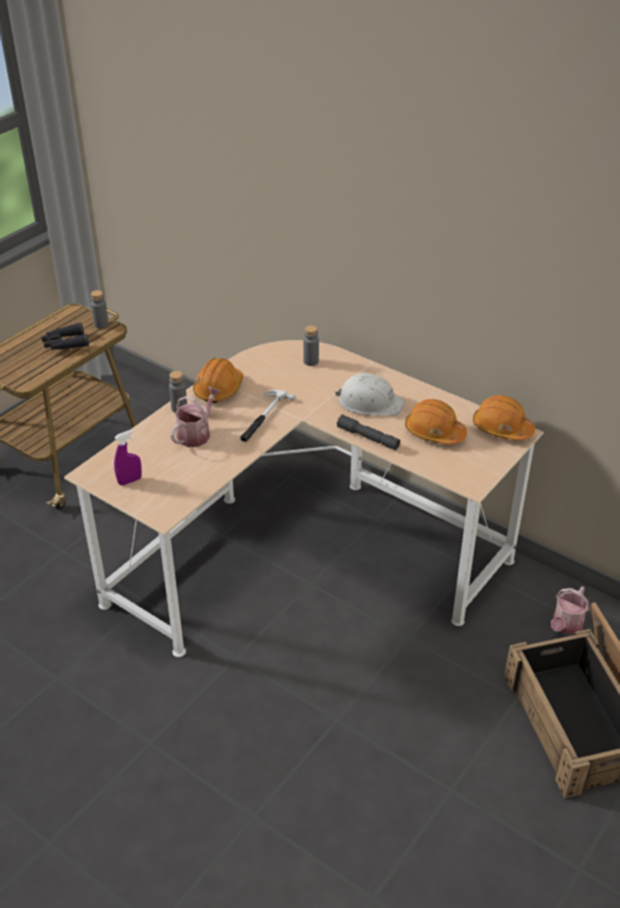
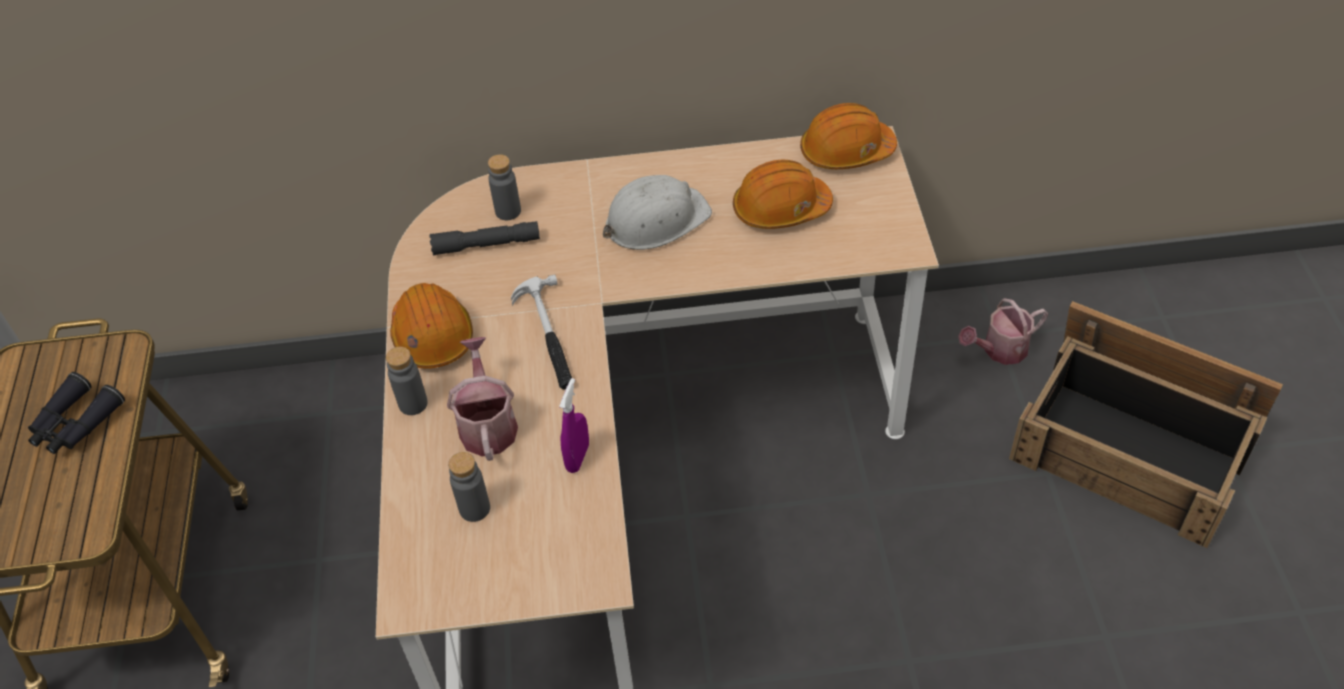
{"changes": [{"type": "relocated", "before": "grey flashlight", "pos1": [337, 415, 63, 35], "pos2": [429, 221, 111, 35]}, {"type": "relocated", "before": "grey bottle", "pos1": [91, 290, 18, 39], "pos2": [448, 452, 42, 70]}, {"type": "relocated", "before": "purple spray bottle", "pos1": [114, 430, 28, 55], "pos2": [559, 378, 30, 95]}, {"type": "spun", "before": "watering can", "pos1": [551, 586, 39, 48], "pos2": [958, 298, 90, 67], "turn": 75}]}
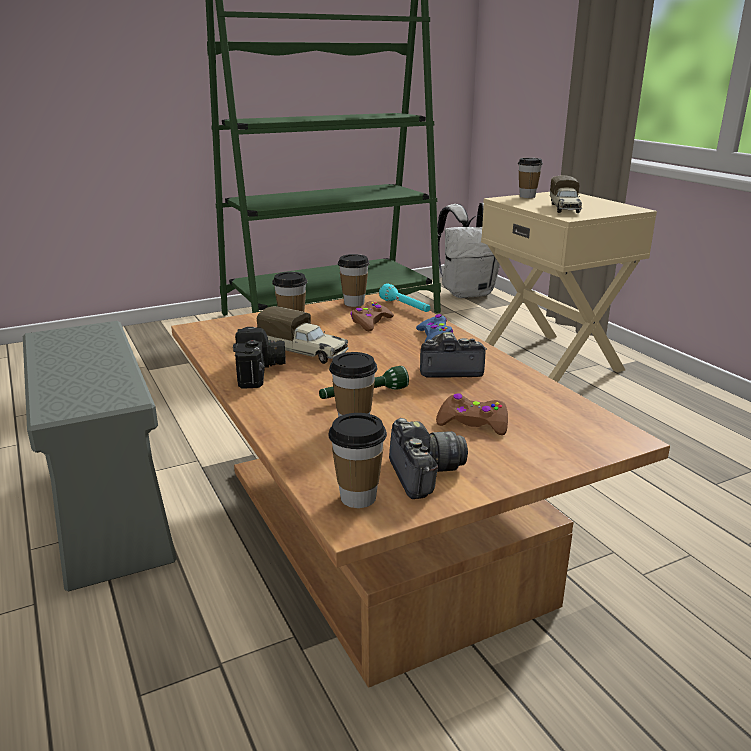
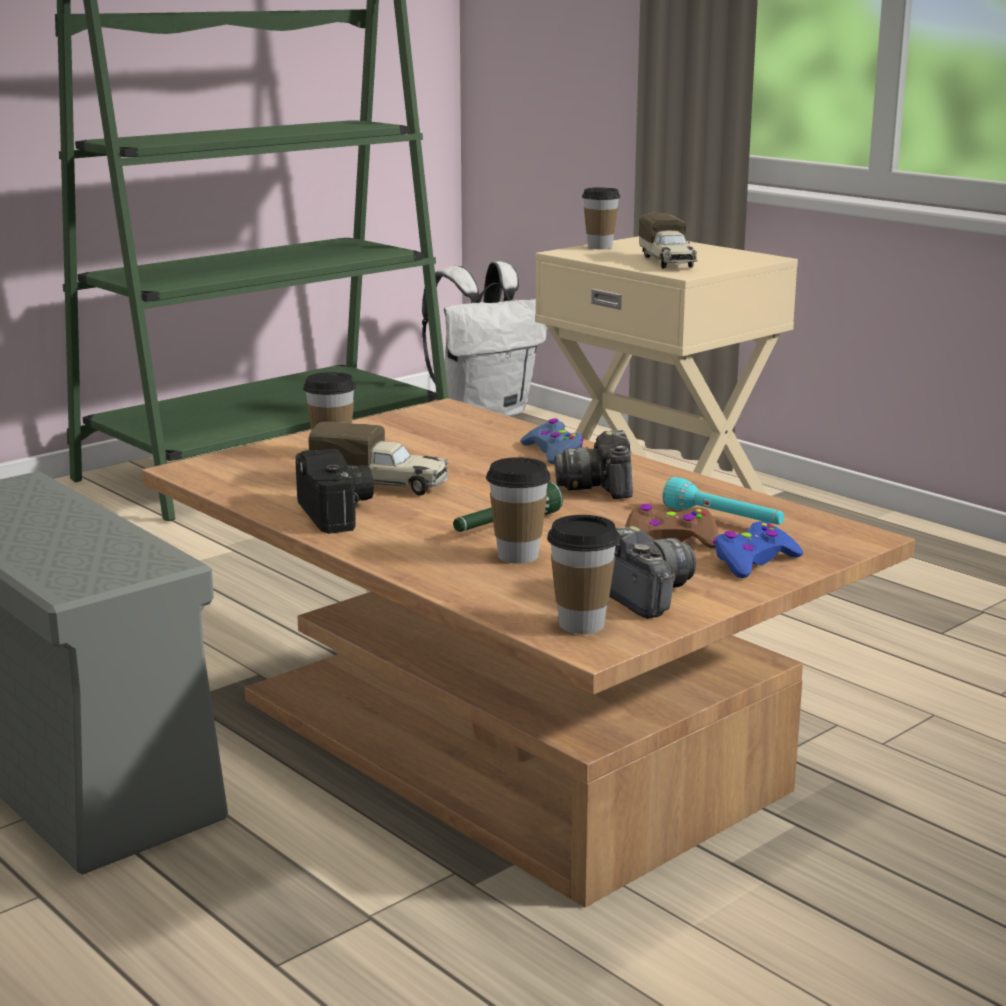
{"changes": [{"type": "spun", "before": "photo camera", "pos1": [420, 332, 67, 46], "pos2": [554, 430, 79, 69], "turn": -75}, {"type": "relocated", "before": "turquoise flashlight", "pos1": [379, 283, 51, 29], "pos2": [662, 477, 122, 48]}, {"type": "appeared", "after": "blue game controller", "pos2": [713, 521, 90, 57]}, {"type": "missing", "before": "cup", "pos1": [338, 254, 32, 53]}, {"type": "missing", "before": "brown game controller", "pos1": [350, 301, 44, 30]}]}
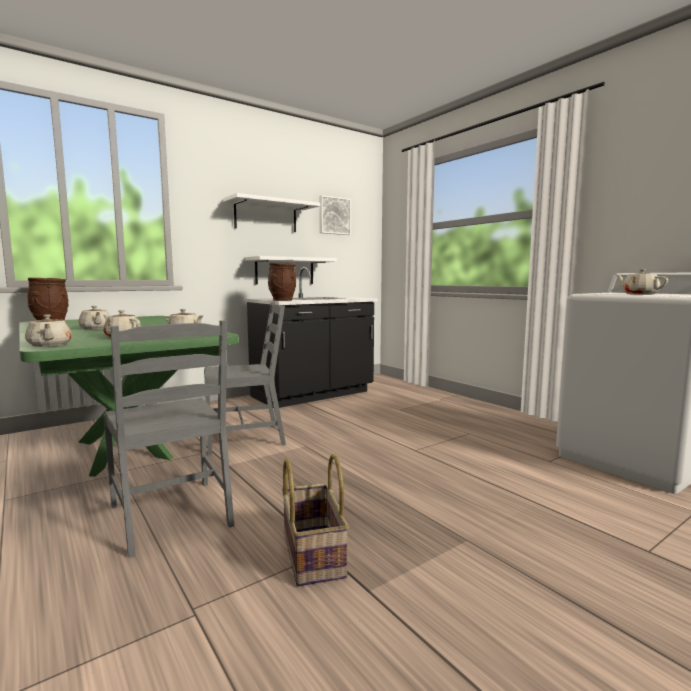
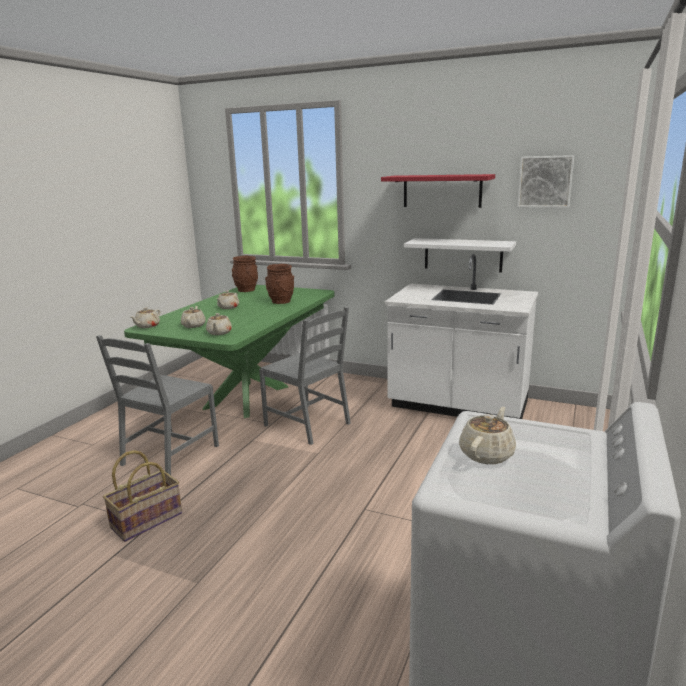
{"changes": [{"type": "relocated", "before": "brown vase", "pos1": [268, 263, 28, 38], "pos2": [265, 264, 29, 40]}, {"type": "colour", "before": "white shelf", "after": "red shelf", "pos1": [223, 193, 97, 39], "pos2": [381, 174, 114, 34]}, {"type": "colour", "before": "black counter", "after": "white counter", "pos1": [246, 267, 132, 141], "pos2": [385, 254, 153, 165]}]}
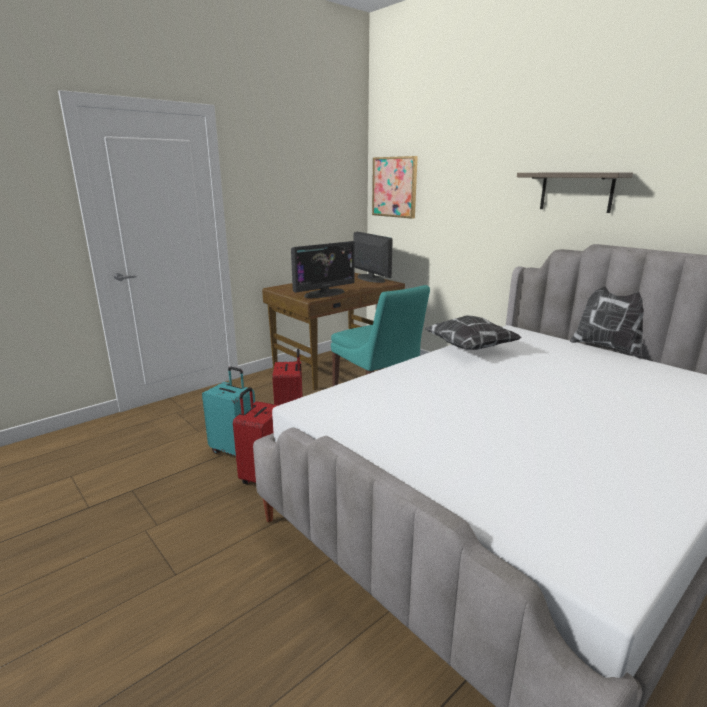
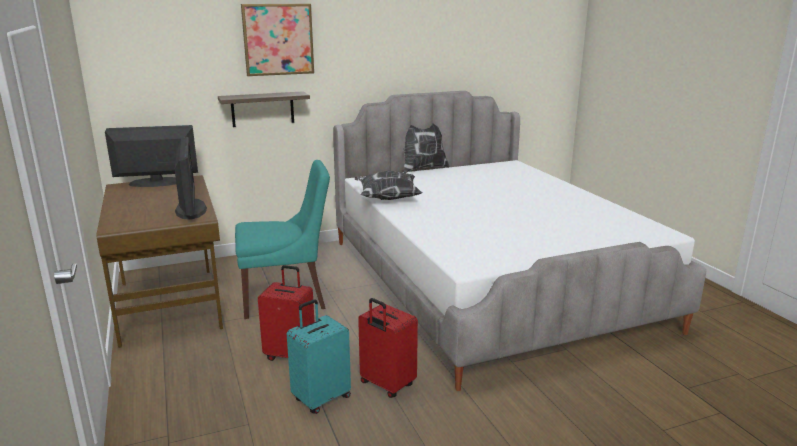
{"changes": [{"type": "relocated", "before": "shelf", "pos1": [517, 172, 116, 41], "pos2": [218, 91, 92, 36]}, {"type": "relocated", "before": "picture", "pos1": [372, 156, 46, 63], "pos2": [241, 4, 73, 72]}]}
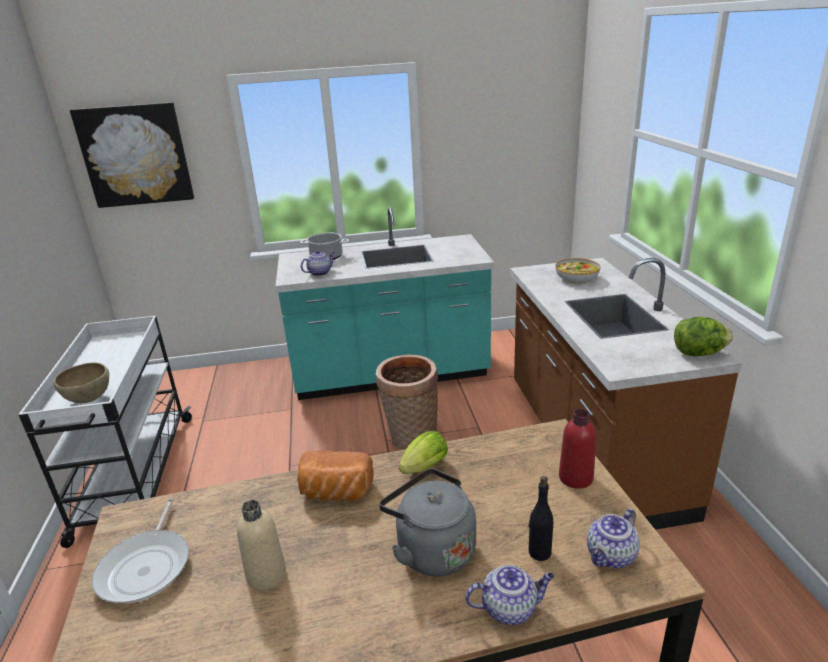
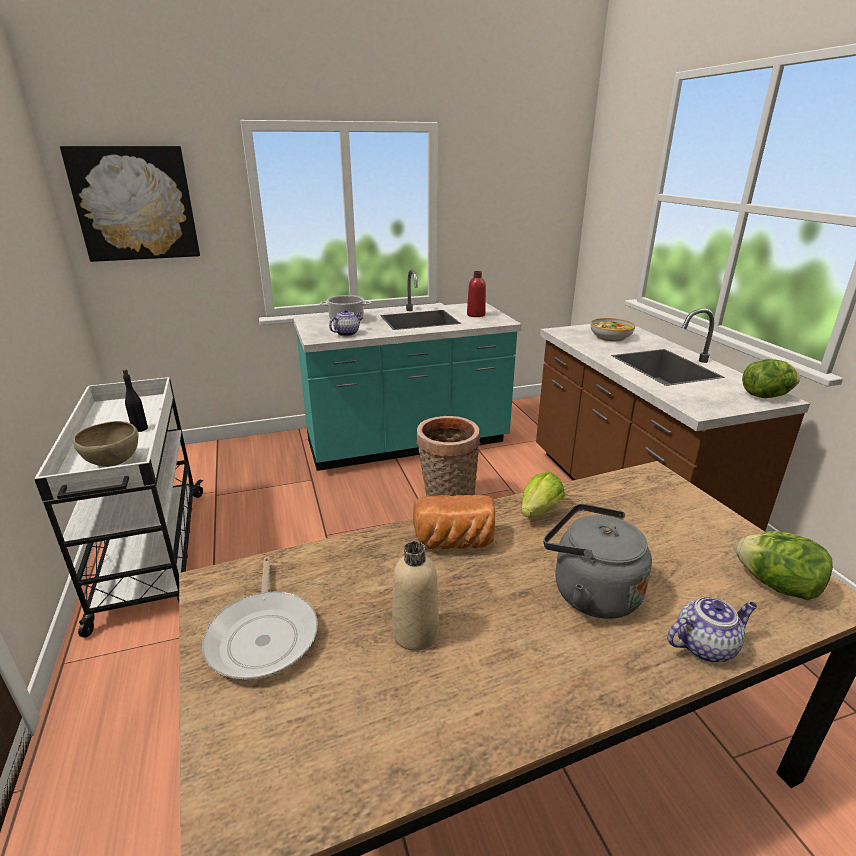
{"changes": [{"type": "relocated", "before": "black bottle", "pos1": [529, 476, 24, 85], "pos2": [123, 370, 25, 62]}, {"type": "relocated", "before": "red bottle", "pos1": [559, 409, 37, 80], "pos2": [467, 271, 19, 46]}, {"type": "exchanged", "before": "teapot", "after": "lettuce", "pos1": [587, 508, 53, 61], "pos2": [736, 531, 97, 69]}]}
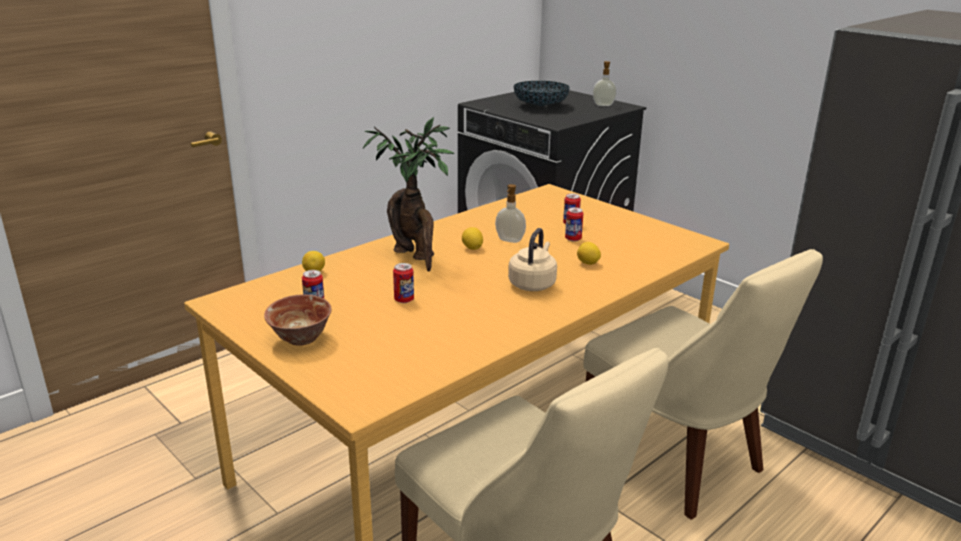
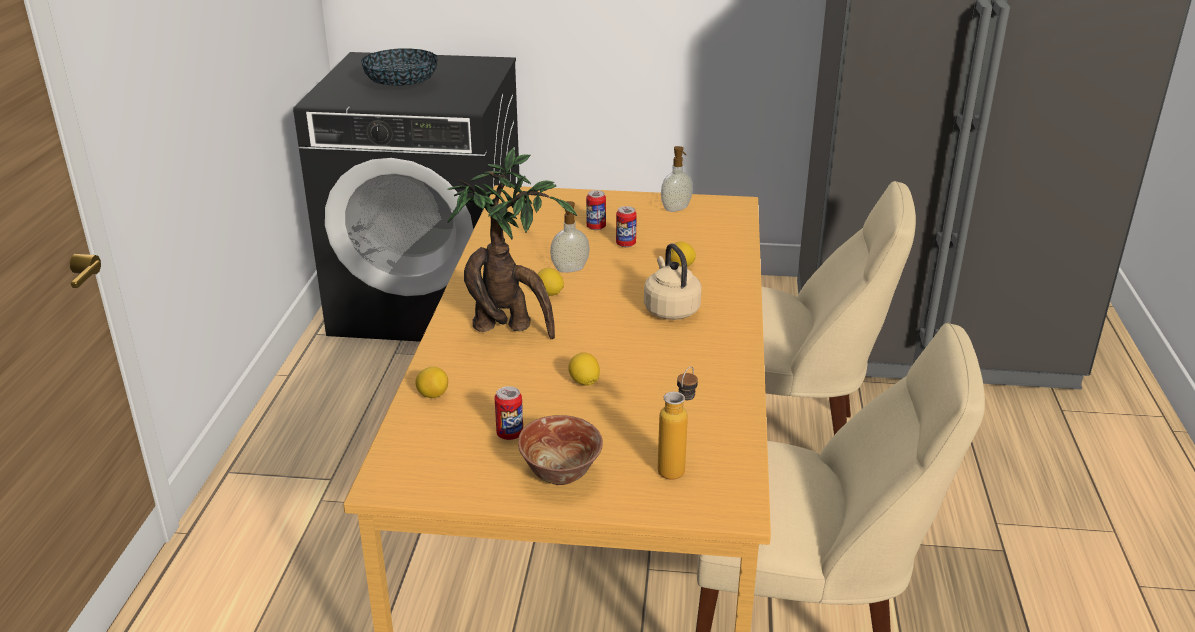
{"changes": [{"type": "exchanged", "before": "can", "after": "lemon", "pos1": [393, 263, 21, 40], "pos2": [568, 352, 32, 33]}, {"type": "appeared", "after": "bottle", "pos2": [658, 366, 40, 114]}, {"type": "relocated", "before": "soap dispenser", "pos1": [593, 61, 24, 45], "pos2": [661, 146, 32, 66]}]}
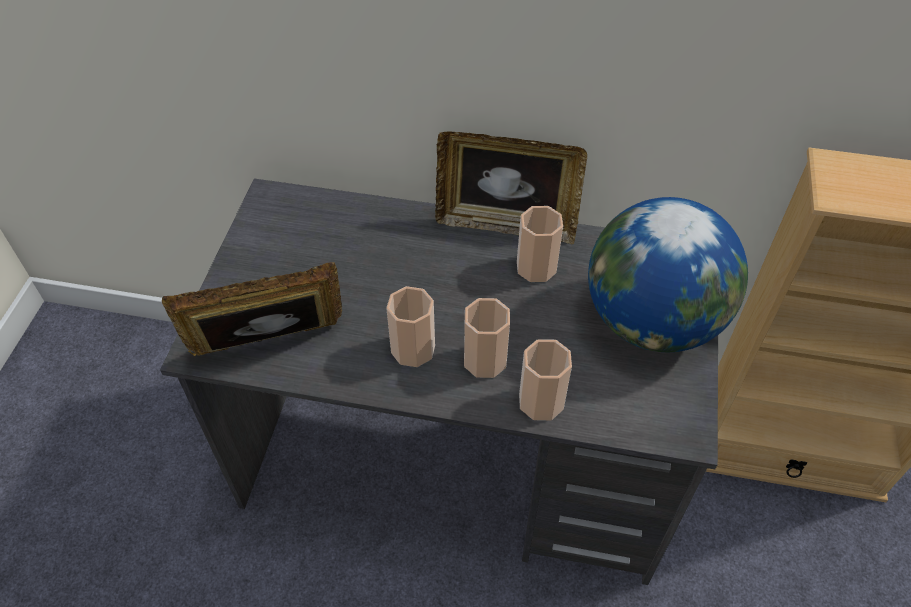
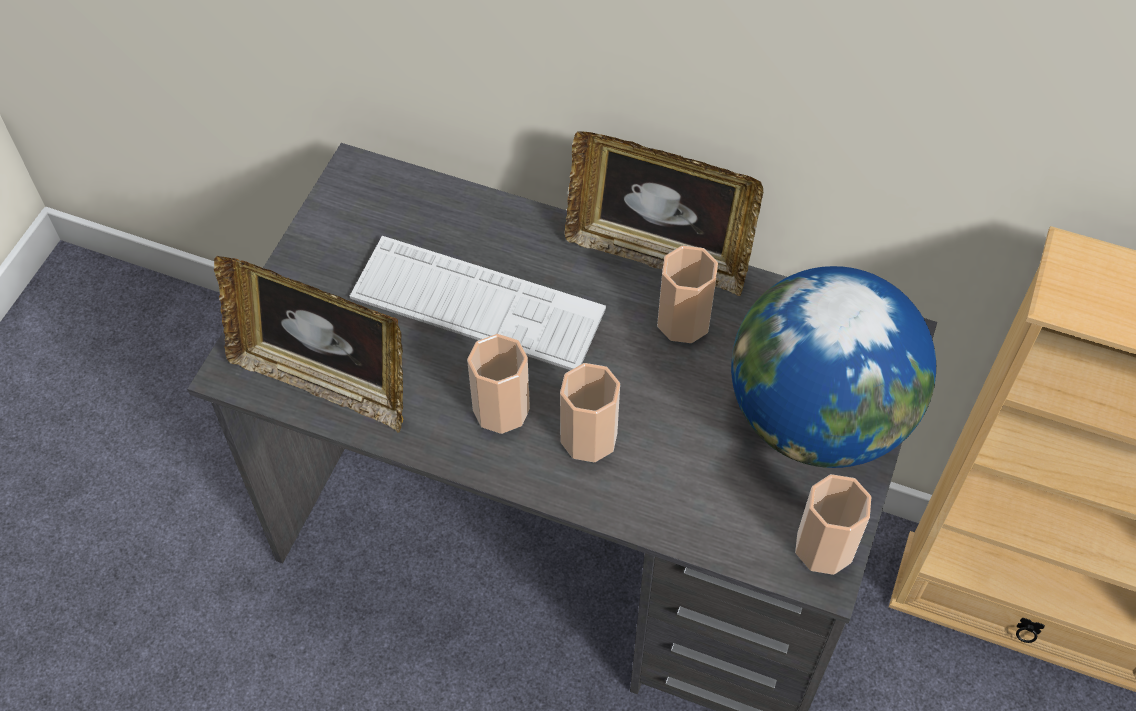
{"changes": [{"type": "spun", "before": "picture frame", "pos1": [162, 262, 180, 94], "pos2": [214, 256, 189, 176], "turn": -150}, {"type": "appeared", "after": "keyboard", "pos2": [350, 236, 256, 134]}, {"type": "relocated", "before": "cup", "pos1": [519, 340, 53, 80], "pos2": [795, 474, 76, 101]}]}
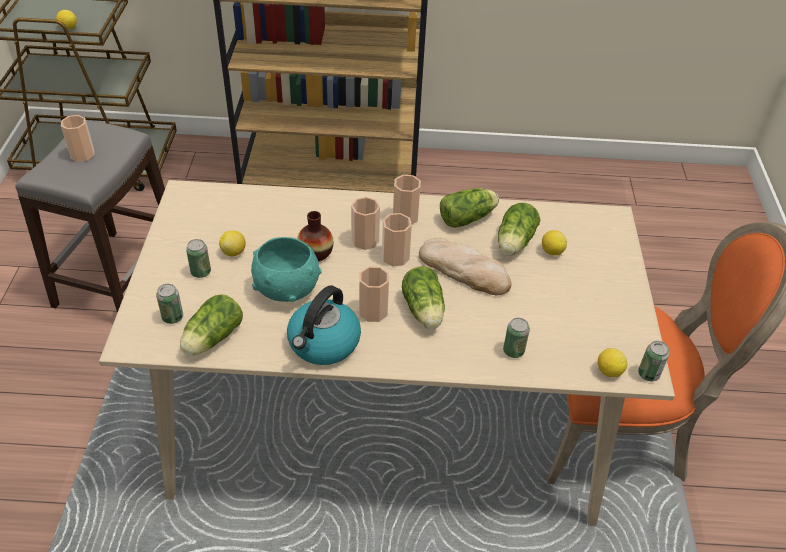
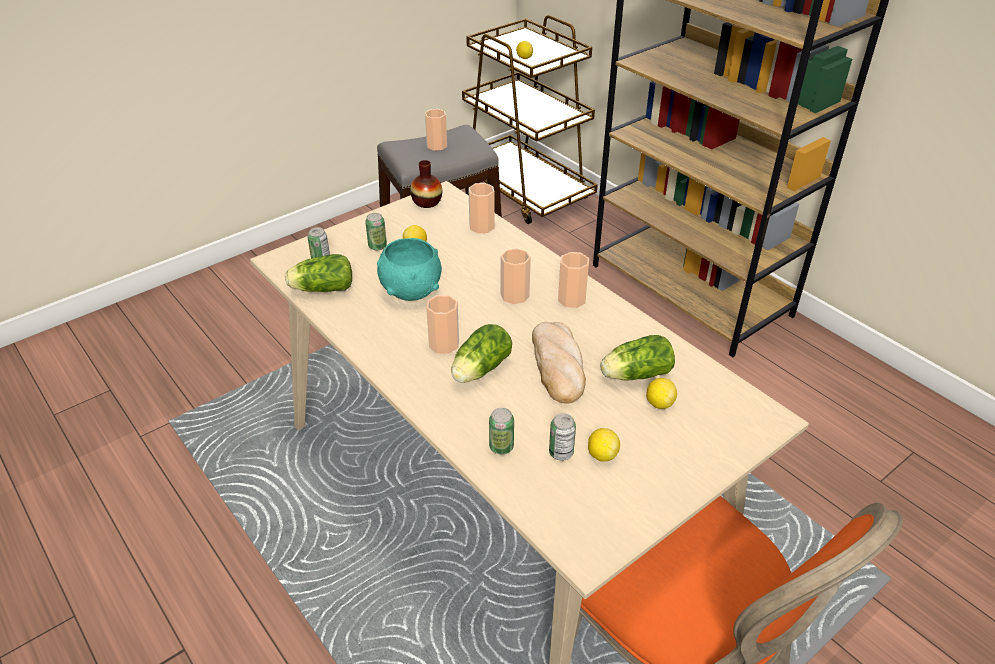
{"changes": [{"type": "relocated", "before": "vase", "pos1": [297, 211, 36, 50], "pos2": [410, 160, 32, 48]}, {"type": "relocated", "before": "cup", "pos1": [382, 213, 30, 53], "pos2": [468, 183, 27, 51]}, {"type": "relocated", "before": "can", "pos1": [638, 341, 32, 41], "pos2": [549, 413, 27, 48]}, {"type": "relocated", "before": "lemon", "pos1": [598, 348, 29, 29], "pos2": [588, 428, 32, 34]}, {"type": "missing", "before": "kettle", "pos1": [287, 286, 74, 79]}, {"type": "missing", "before": "lettuce", "pos1": [440, 188, 59, 40]}]}
